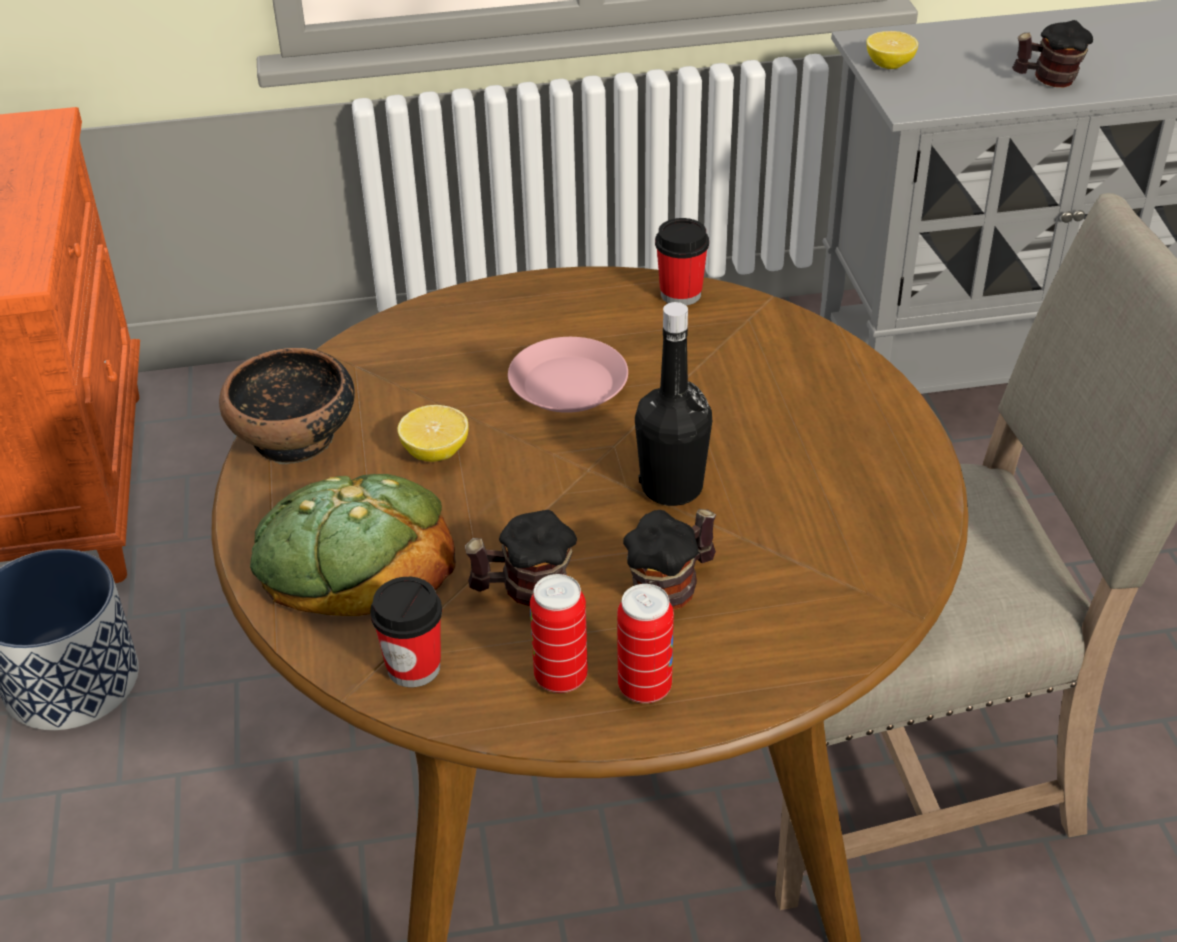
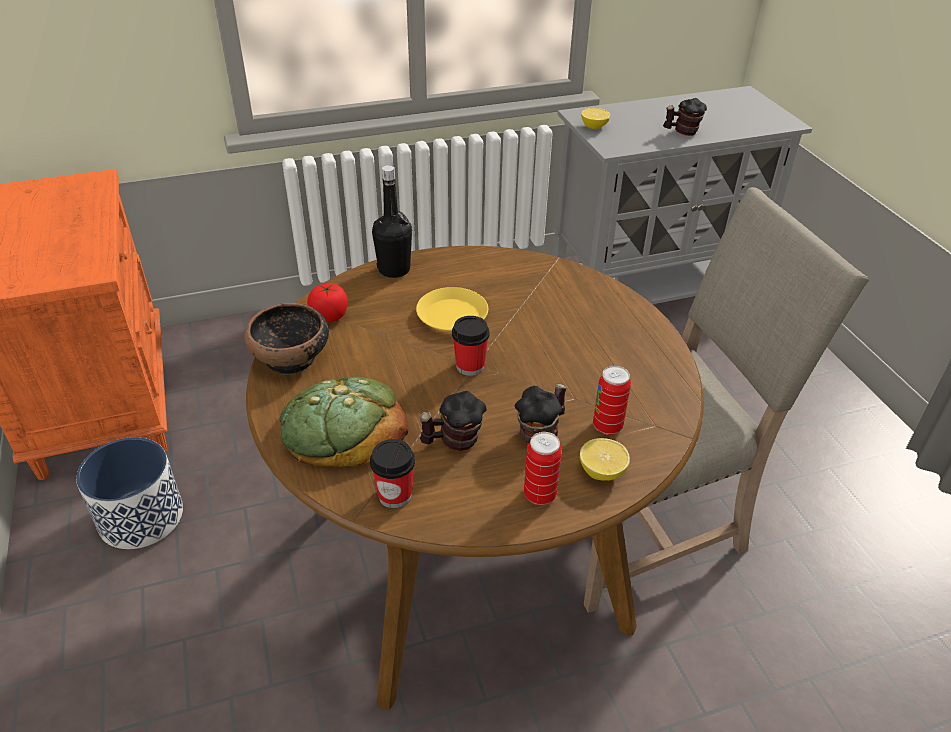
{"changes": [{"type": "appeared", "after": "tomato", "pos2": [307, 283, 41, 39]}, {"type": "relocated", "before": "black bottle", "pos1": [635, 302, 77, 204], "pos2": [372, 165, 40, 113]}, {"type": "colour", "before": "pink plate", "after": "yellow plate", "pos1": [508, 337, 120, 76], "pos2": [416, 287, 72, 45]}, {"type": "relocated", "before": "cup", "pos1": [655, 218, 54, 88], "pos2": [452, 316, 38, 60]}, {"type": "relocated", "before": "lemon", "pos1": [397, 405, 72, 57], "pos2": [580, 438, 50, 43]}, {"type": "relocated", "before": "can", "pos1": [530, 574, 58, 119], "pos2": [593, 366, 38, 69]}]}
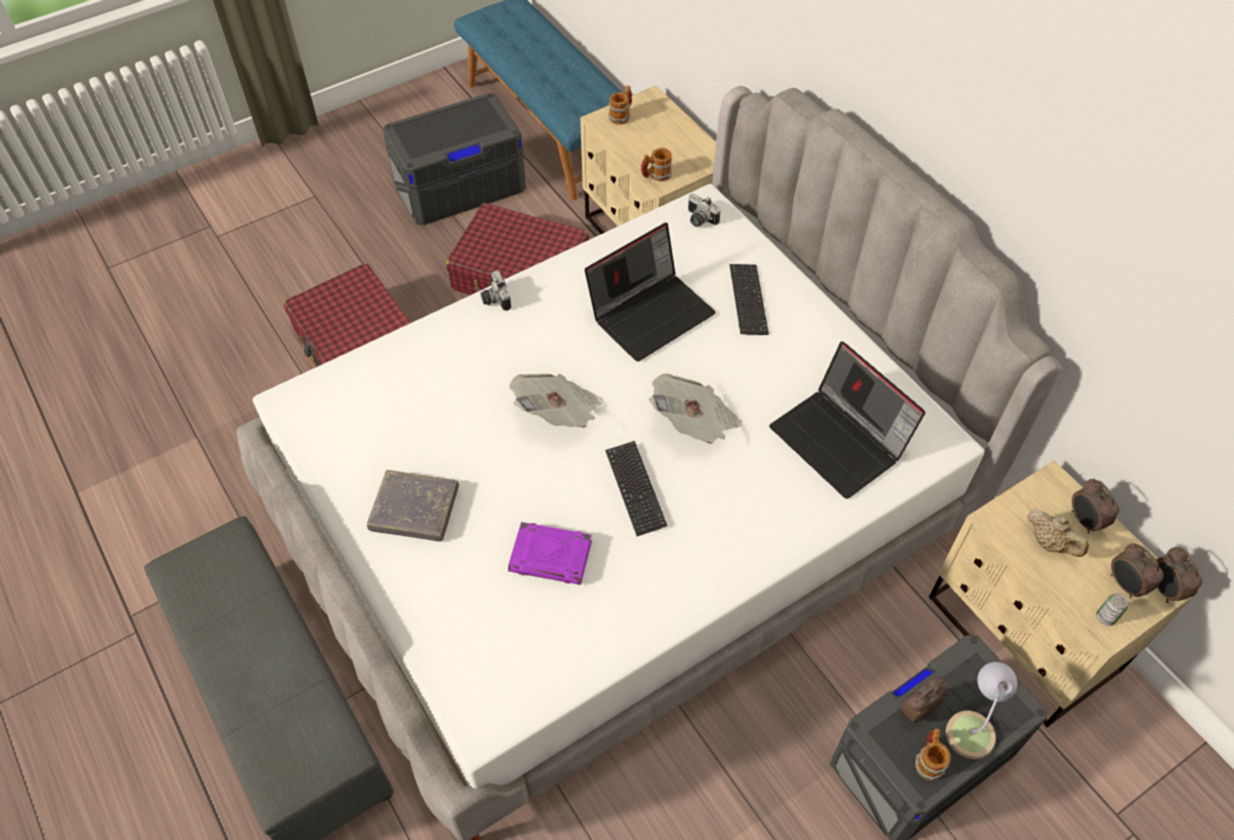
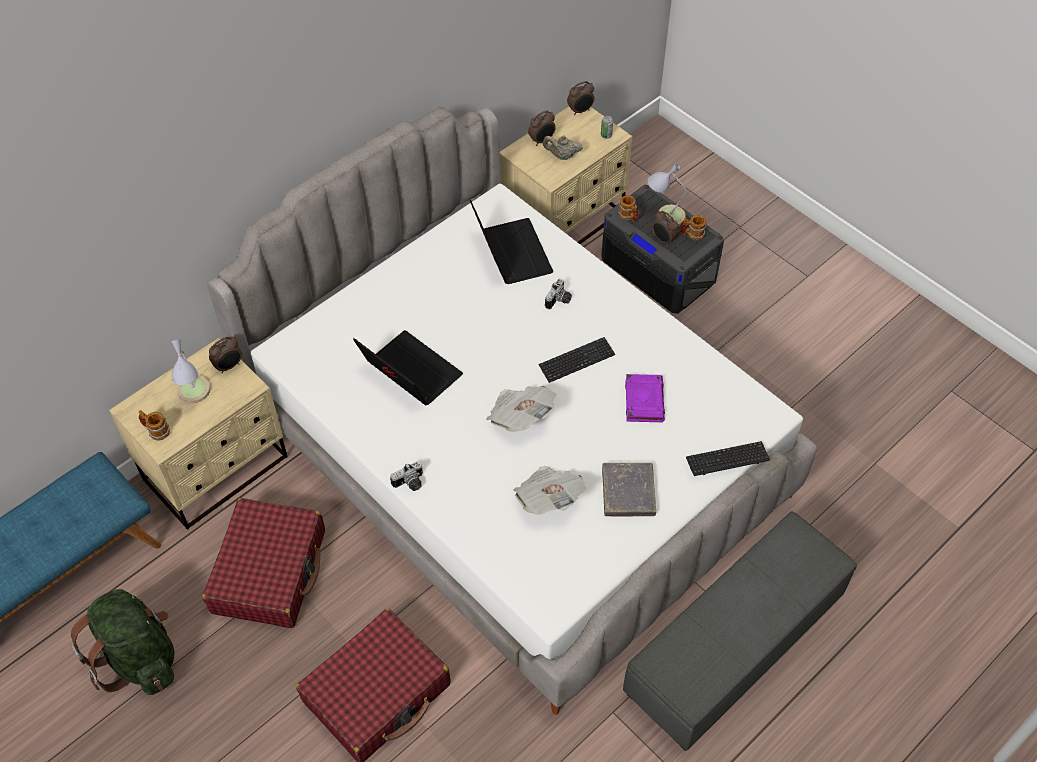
{"changes": [{"type": "exchanged", "before": "grey storage box", "after": "green backpack", "pos1": [383, 93, 143, 132], "pos2": [71, 589, 104, 106]}, {"type": "appeared", "after": "table lamp", "pos2": [171, 339, 40, 65]}, {"type": "relocated", "before": "alarm clock", "pos1": [1111, 543, 53, 55], "pos2": [209, 337, 33, 37]}, {"type": "spun", "before": "laptop", "pos1": [769, 341, 157, 158], "pos2": [470, 199, 83, 85], "turn": -60}, {"type": "relocated", "before": "newspaper", "pos1": [649, 373, 93, 71], "pos2": [513, 466, 74, 49]}, {"type": "spun", "before": "beige teapot", "pos1": [1027, 509, 62, 48], "pos2": [542, 135, 41, 25], "turn": -120}, {"type": "relocated", "before": "photo camera", "pos1": [688, 194, 33, 33], "pos2": [545, 278, 27, 31]}, {"type": "relocated", "before": "mug", "pos1": [641, 148, 31, 33], "pos2": [618, 195, 21, 27]}, {"type": "relocated", "before": "keyboard", "pos1": [730, 264, 39, 71], "pos2": [686, 441, 84, 35]}]}
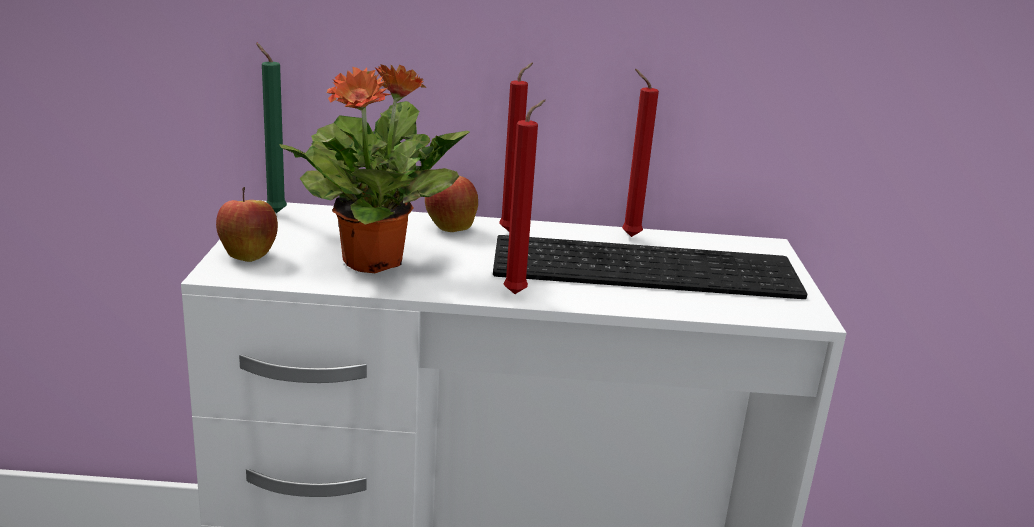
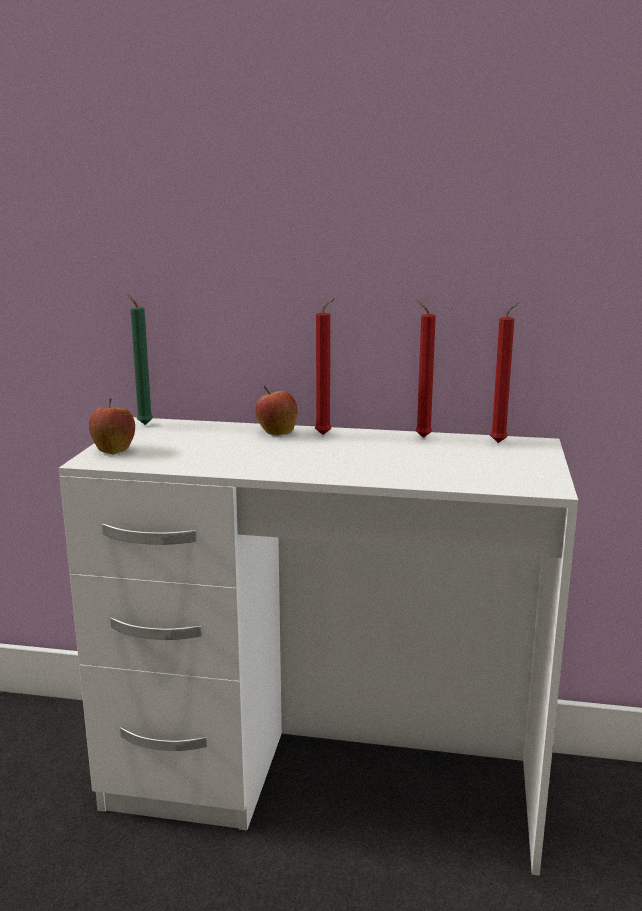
{"changes": [{"type": "relocated", "before": "red candle", "pos1": [504, 100, 42, 194], "pos2": [490, 302, 29, 141]}, {"type": "missing", "before": "potted plant", "pos1": [279, 64, 191, 209]}, {"type": "missing", "before": "keyboard", "pos1": [493, 235, 314, 64]}]}
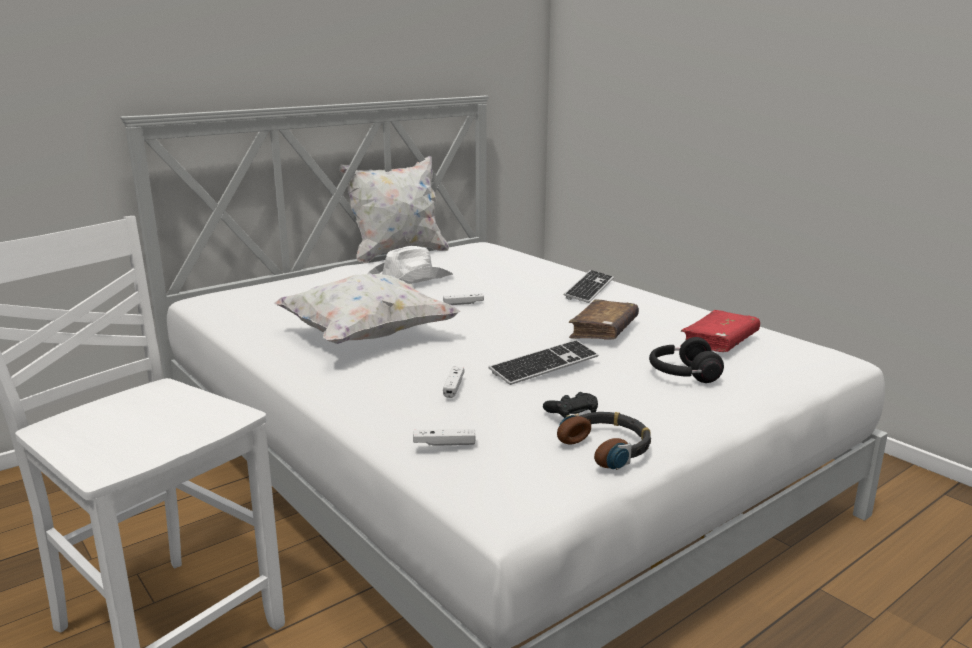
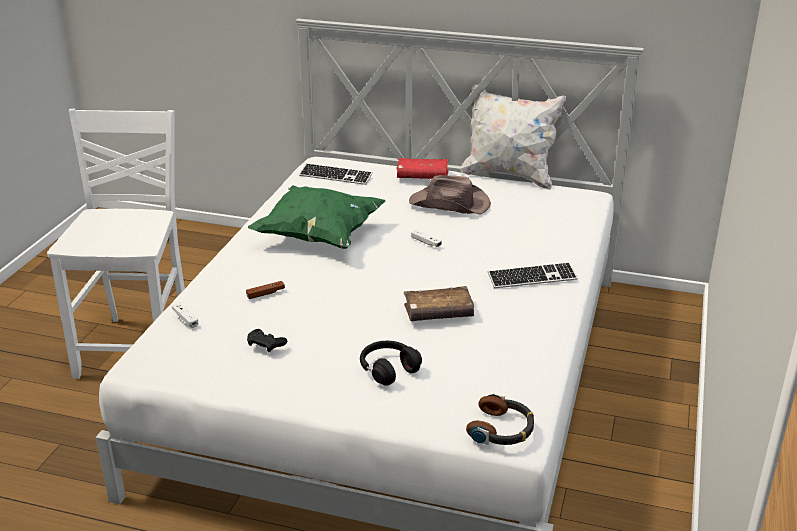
{"changes": [{"type": "colour", "before": "white game controller", "after": "brown game controller", "pos1": [443, 367, 21, 31], "pos2": [246, 281, 39, 18]}, {"type": "colour", "before": "white pillow", "after": "green pillow", "pos1": [274, 274, 187, 70], "pos2": [248, 185, 138, 64]}, {"type": "relocated", "before": "keyboard", "pos1": [489, 340, 110, 45], "pos2": [299, 163, 74, 22]}, {"type": "relocated", "before": "red book", "pos1": [681, 310, 79, 42], "pos2": [396, 158, 53, 21]}, {"type": "colour", "before": "white hat", "after": "brown hat", "pos1": [367, 246, 86, 38], "pos2": [409, 175, 82, 40]}, {"type": "relocated", "before": "headphones", "pos1": [557, 412, 94, 58], "pos2": [466, 393, 68, 52]}]}
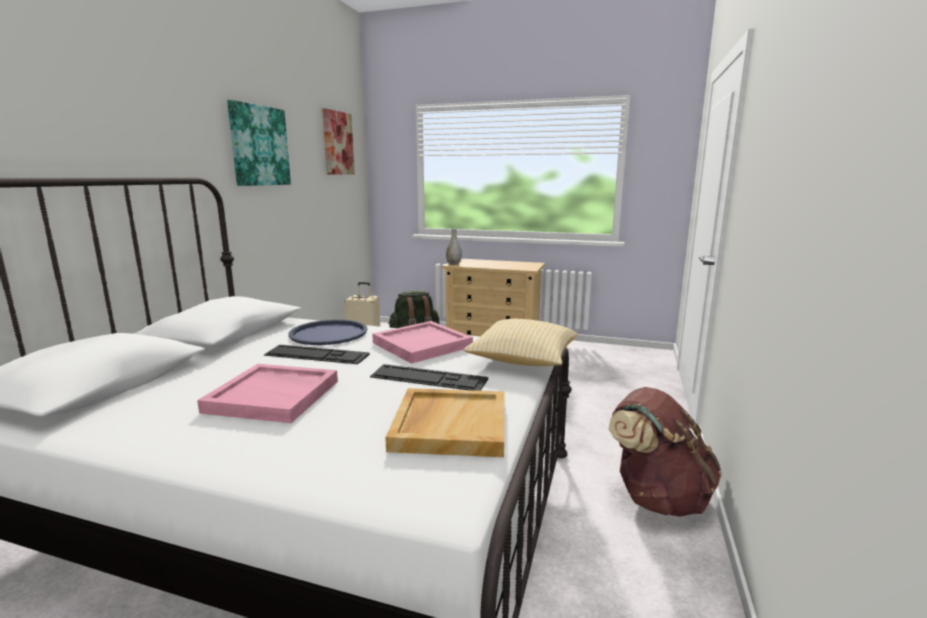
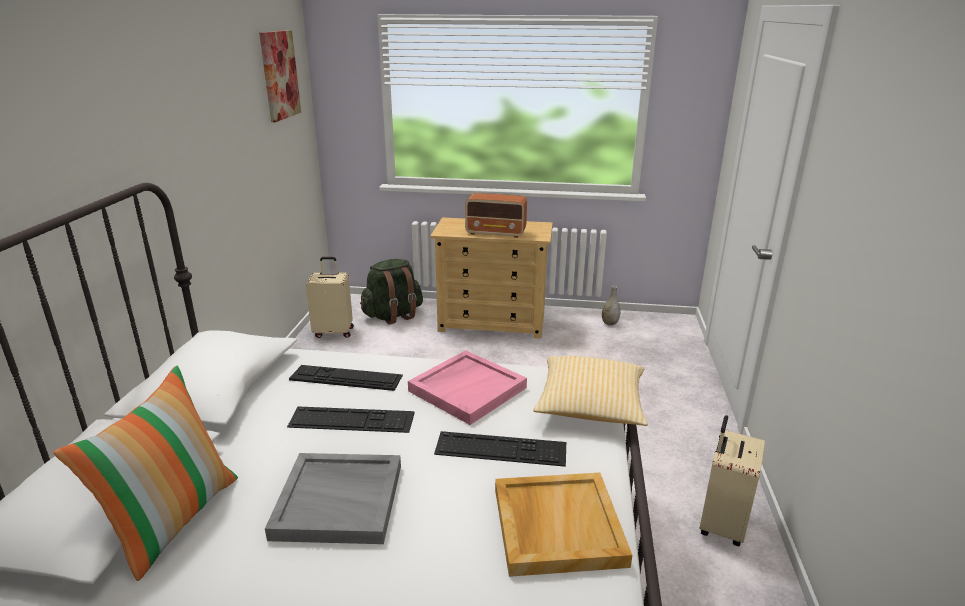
{"changes": [{"type": "appeared", "after": "pillow", "pos2": [53, 366, 185, 215]}, {"type": "colour", "before": "pink tray", "after": "grey tray", "pos1": [197, 364, 141, 59], "pos2": [265, 453, 136, 91]}, {"type": "exchanged", "before": "blue tray", "after": "keyboard", "pos1": [288, 319, 79, 26], "pos2": [289, 365, 114, 26]}, {"type": "appeared", "after": "radio", "pos2": [465, 193, 62, 45]}, {"type": "relocated", "before": "grey vase", "pos1": [446, 229, 16, 36], "pos2": [602, 286, 18, 40]}, {"type": "exchanged", "before": "brown backpack", "after": "beige suitcase", "pos1": [608, 387, 113, 130], "pos2": [699, 415, 66, 131]}, {"type": "missing", "before": "picture", "pos1": [227, 100, 64, 86]}]}
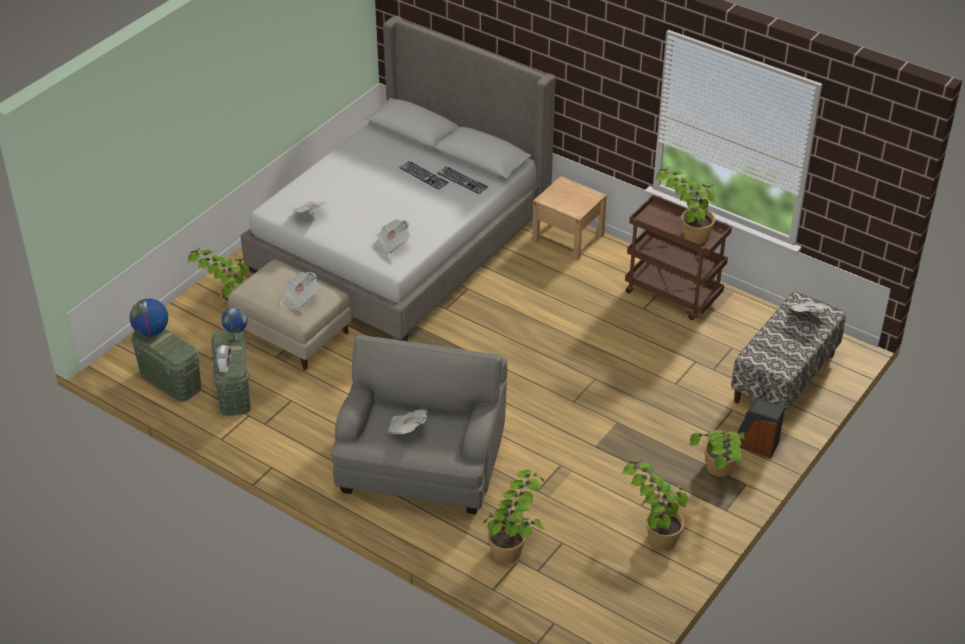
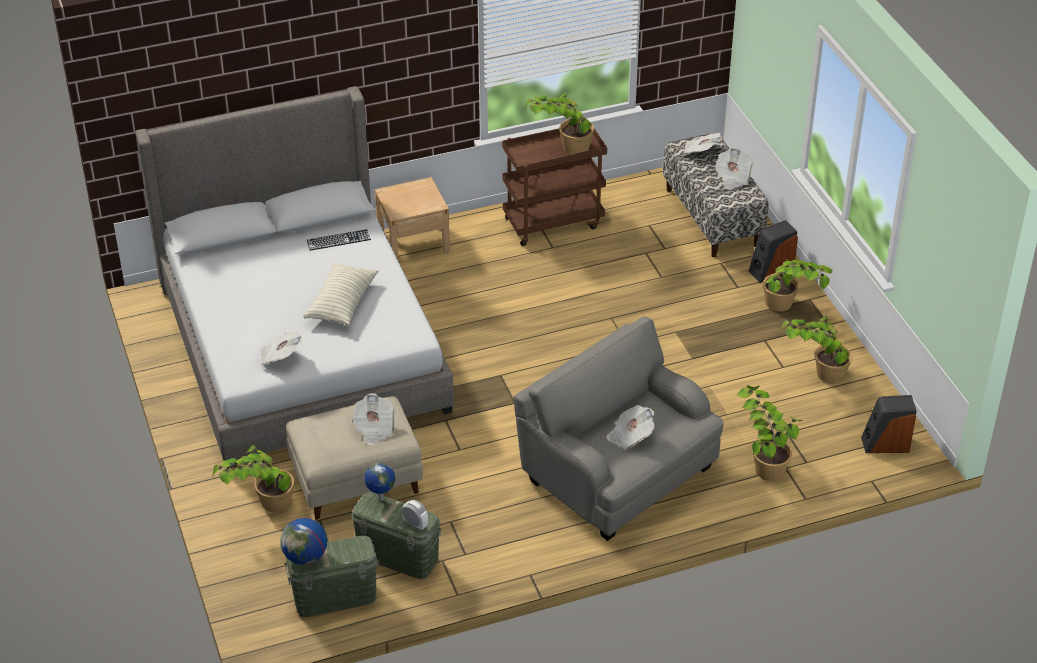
{"changes": [{"type": "appeared", "after": "pillow", "pos2": [303, 262, 75, 64]}, {"type": "relocated", "before": "newspaper", "pos1": [371, 219, 39, 37], "pos2": [715, 148, 39, 42]}, {"type": "appeared", "after": "speaker", "pos2": [861, 395, 56, 58]}, {"type": "missing", "before": "keyboard", "pos1": [399, 161, 50, 29]}]}
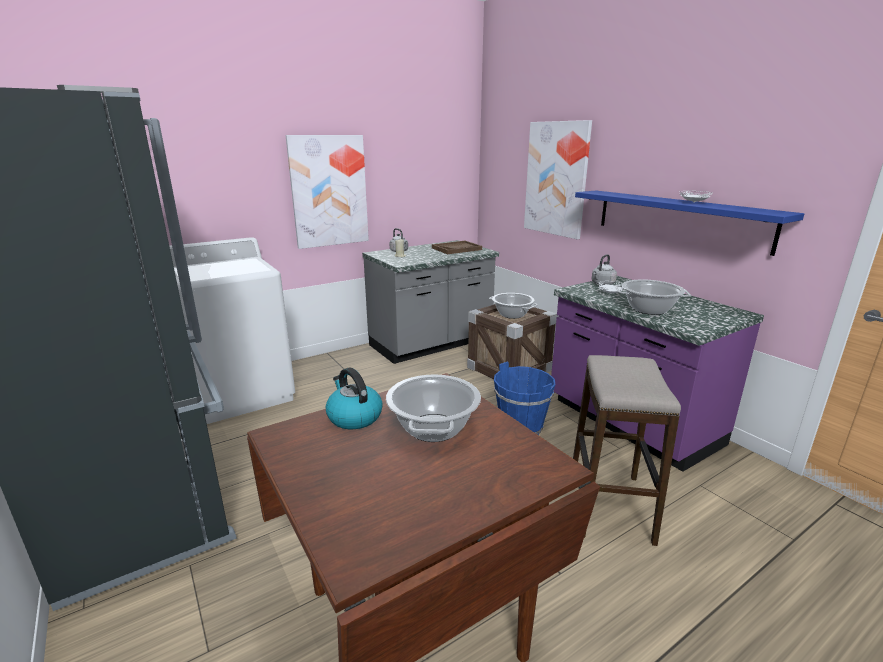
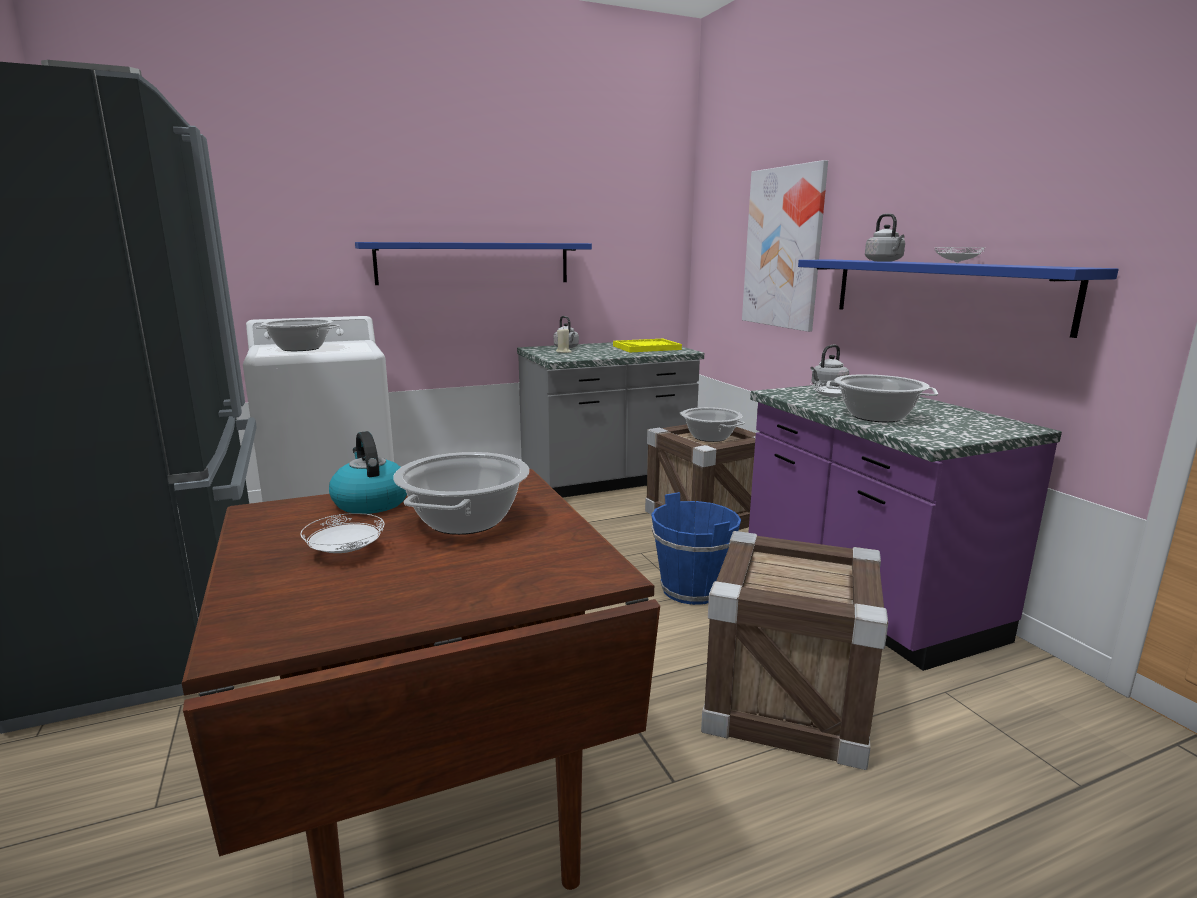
{"changes": [{"type": "appeared", "after": "cooking pot", "pos2": [255, 319, 85, 32]}, {"type": "appeared", "after": "white plate", "pos2": [300, 513, 85, 40]}, {"type": "exchanged", "before": "picture", "after": "blue shelf", "pos1": [285, 135, 84, 114], "pos2": [355, 242, 237, 43]}, {"type": "colour", "before": "brown tray", "after": "yellow tray", "pos1": [432, 241, 50, 13], "pos2": [613, 339, 69, 14]}, {"type": "exchanged", "before": "stool", "after": "crate", "pos1": [573, 355, 108, 191], "pos2": [701, 531, 187, 239]}, {"type": "appeared", "after": "grey kettle", "pos2": [865, 214, 40, 48]}]}
